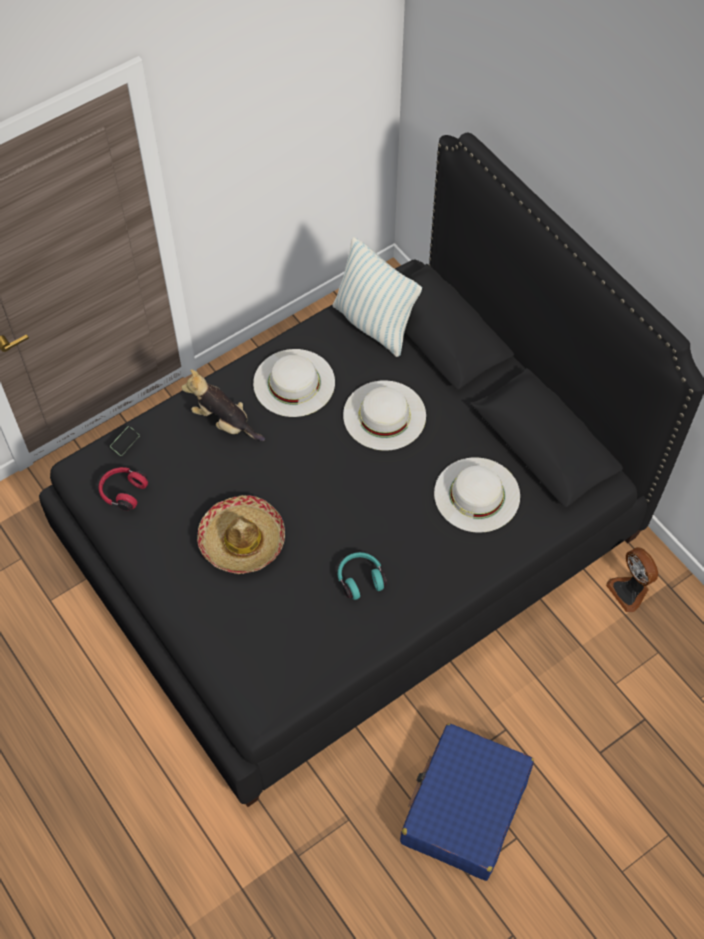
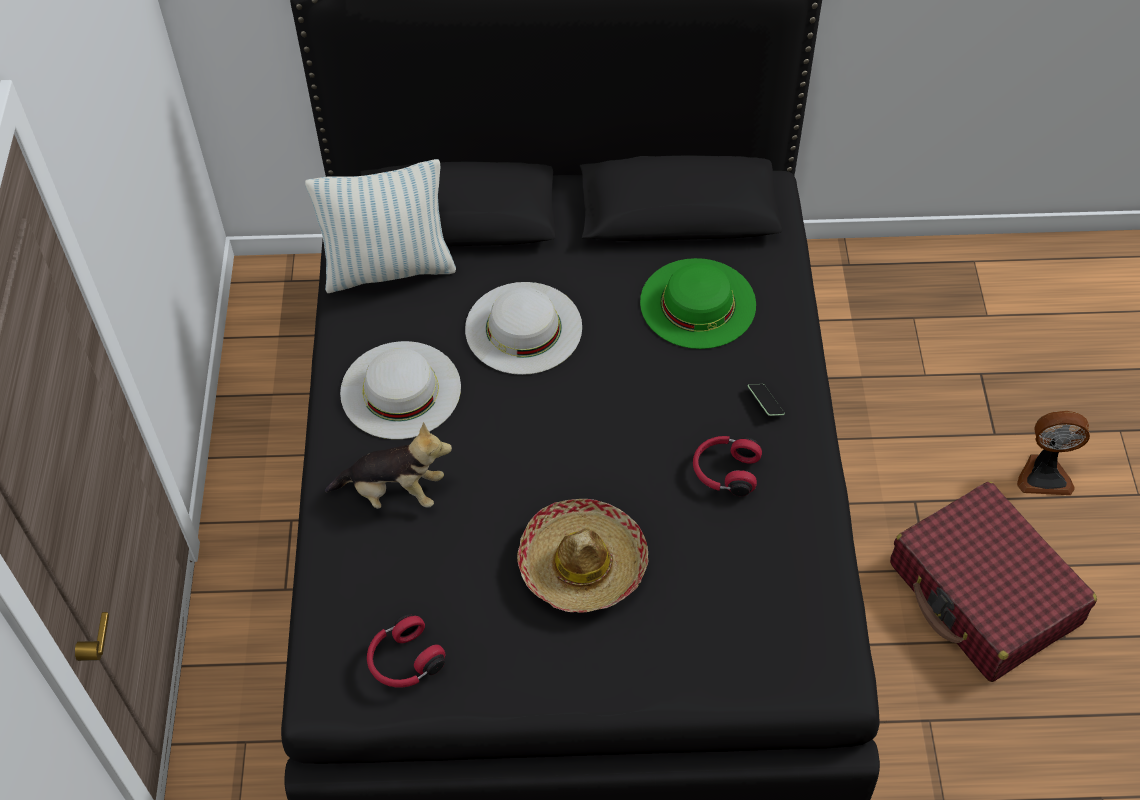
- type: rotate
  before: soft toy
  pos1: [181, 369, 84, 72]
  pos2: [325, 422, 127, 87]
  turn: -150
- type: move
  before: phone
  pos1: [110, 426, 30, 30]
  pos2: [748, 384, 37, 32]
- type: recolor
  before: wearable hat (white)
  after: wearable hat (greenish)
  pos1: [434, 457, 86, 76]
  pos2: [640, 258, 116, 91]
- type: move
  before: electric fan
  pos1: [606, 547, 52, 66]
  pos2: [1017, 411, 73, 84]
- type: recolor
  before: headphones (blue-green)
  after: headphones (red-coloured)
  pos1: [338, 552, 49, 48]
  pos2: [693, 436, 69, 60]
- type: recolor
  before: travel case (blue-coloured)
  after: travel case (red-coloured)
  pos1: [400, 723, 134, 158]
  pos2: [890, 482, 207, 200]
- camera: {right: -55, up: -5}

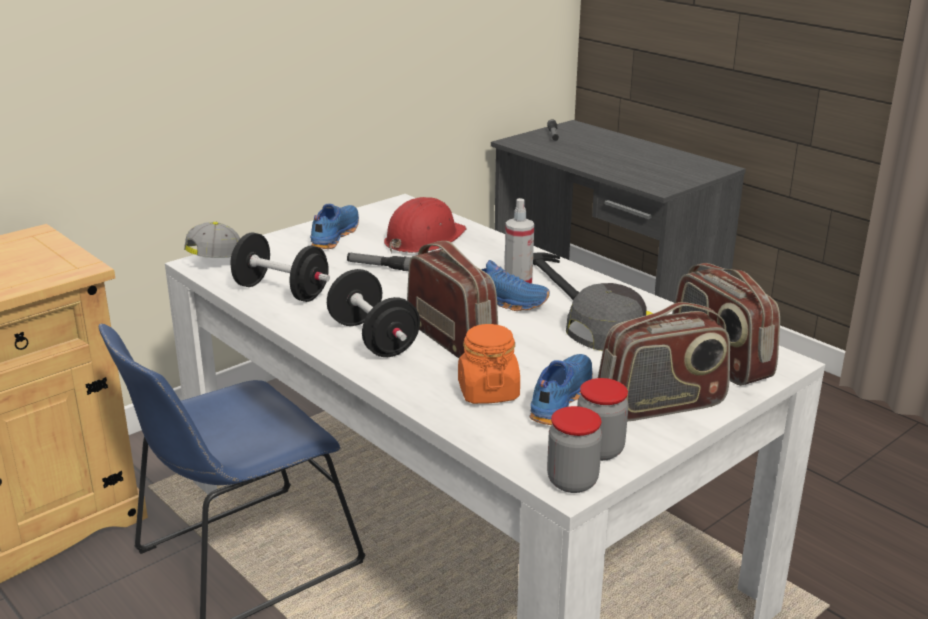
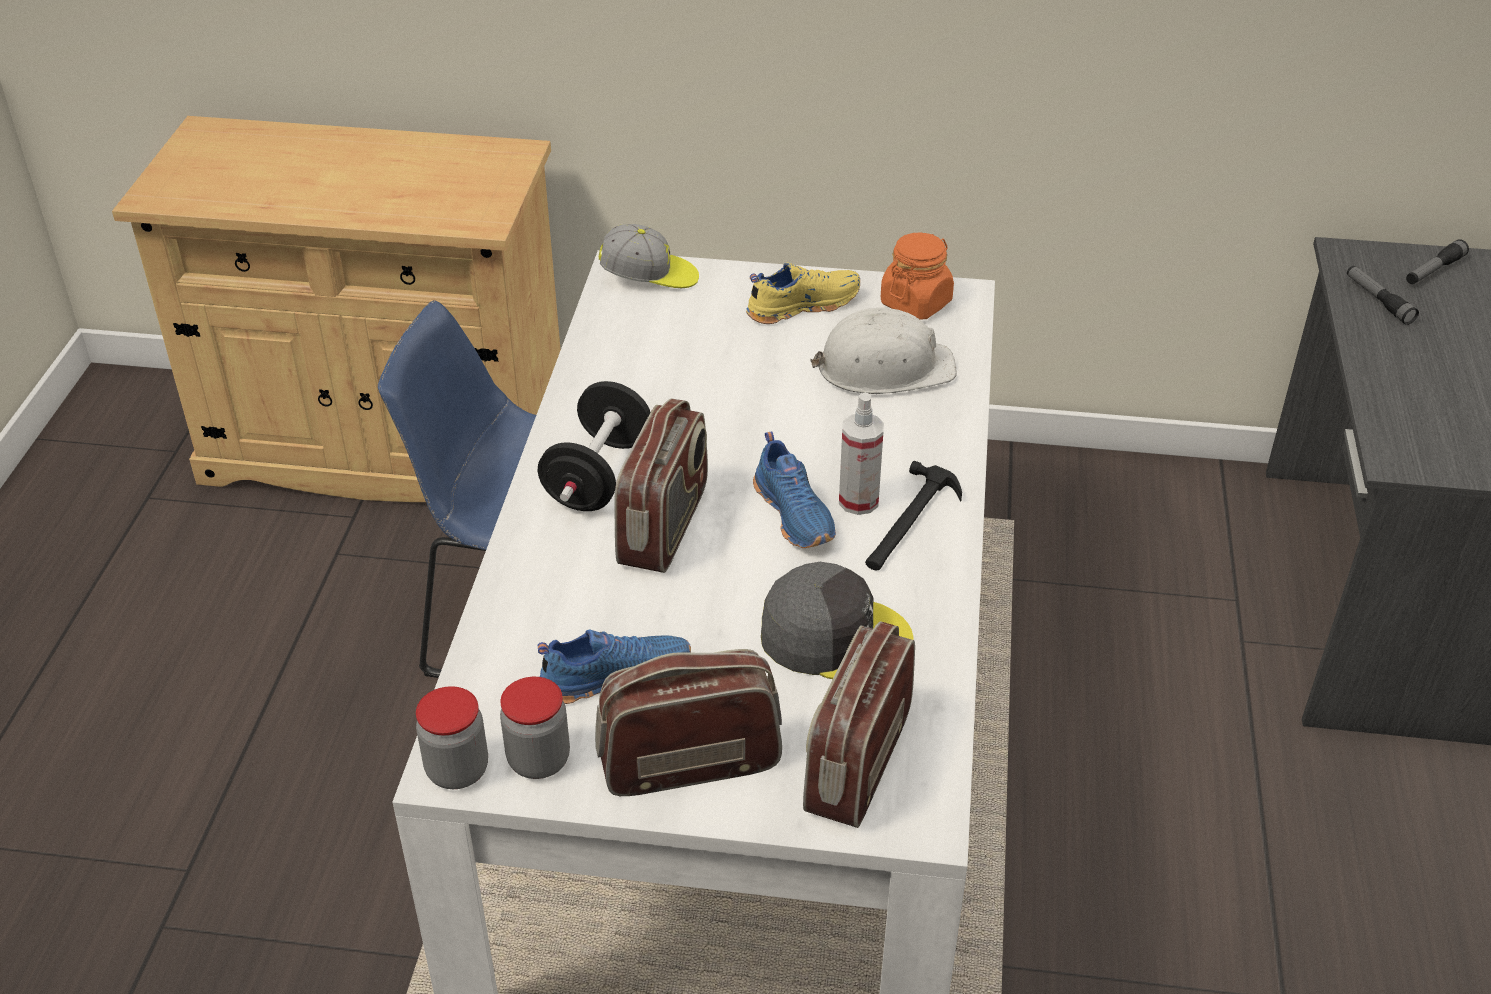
- type: recolor
  before: safety helmet (red-coloured)
  after: safety helmet (white)
  pos1: [384, 197, 83, 56]
  pos2: [811, 308, 146, 86]
- type: recolor
  before: low shoe (blue-coloured)
  after: low shoe (yellowish)
  pos1: [310, 204, 49, 45]
  pos2: [746, 262, 114, 62]
- type: delete
  before: free weight (blackish)
  pos1: [230, 233, 100, 69]
- type: move
  before: torch
  pos1: [347, 253, 64, 18]
  pos2: [1347, 266, 72, 59]
- type: rotate
  before: radio receiver
  pos1: [598, 302, 132, 119]
  pos2: [595, 649, 187, 147]
  turn: 135
- type: move
  before: jar (orangey)
  pos1: [458, 324, 62, 80]
  pos2: [881, 233, 73, 87]
- camera: {right: 50, up: 15}

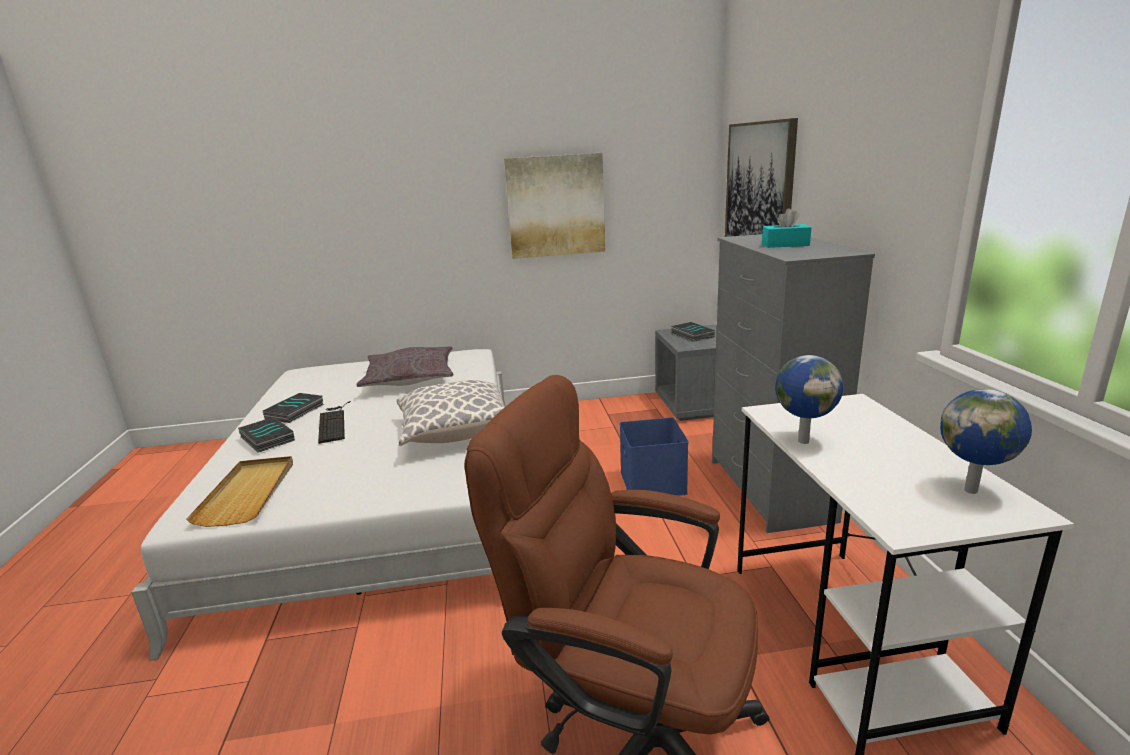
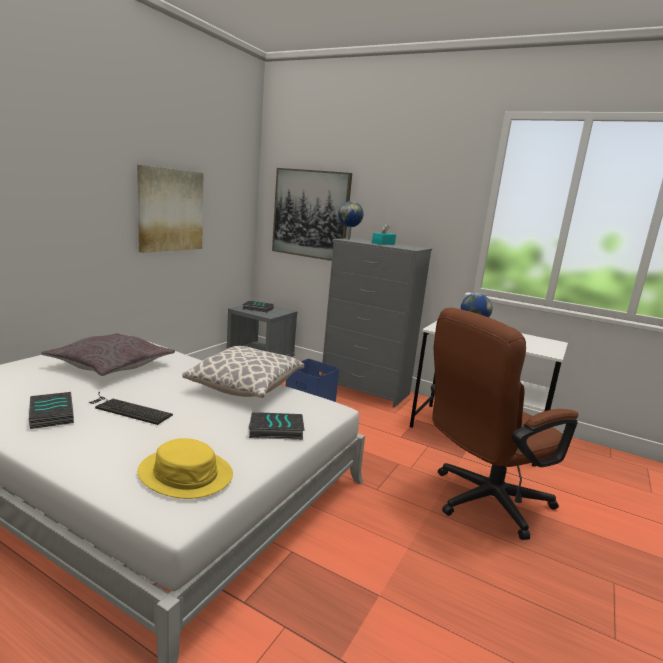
- type: move
  before: globe
  pos1: [940, 389, 92, 105]
  pos2: [338, 201, 25, 38]
- type: move
  before: bound book
  pos1: [238, 417, 57, 36]
  pos2: [248, 412, 57, 28]
- type: replace
  before: serving tray (beige-coloured)
  after: wearable hat (yellowish)
  pos1: [187, 456, 106, 71]
  pos2: [137, 438, 96, 61]
- camera: {right: -55, up: -5}

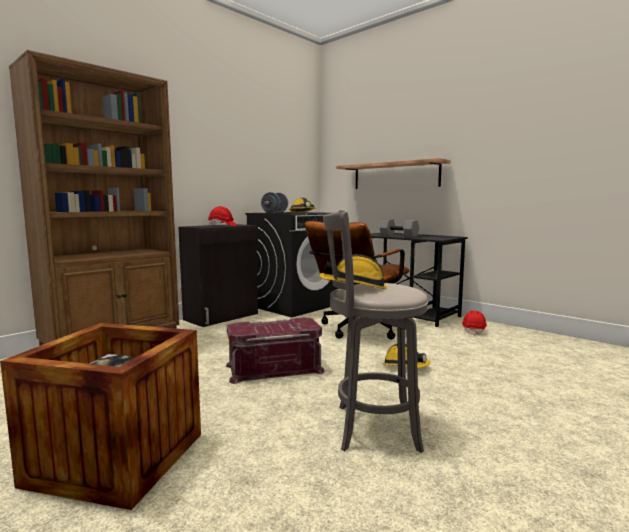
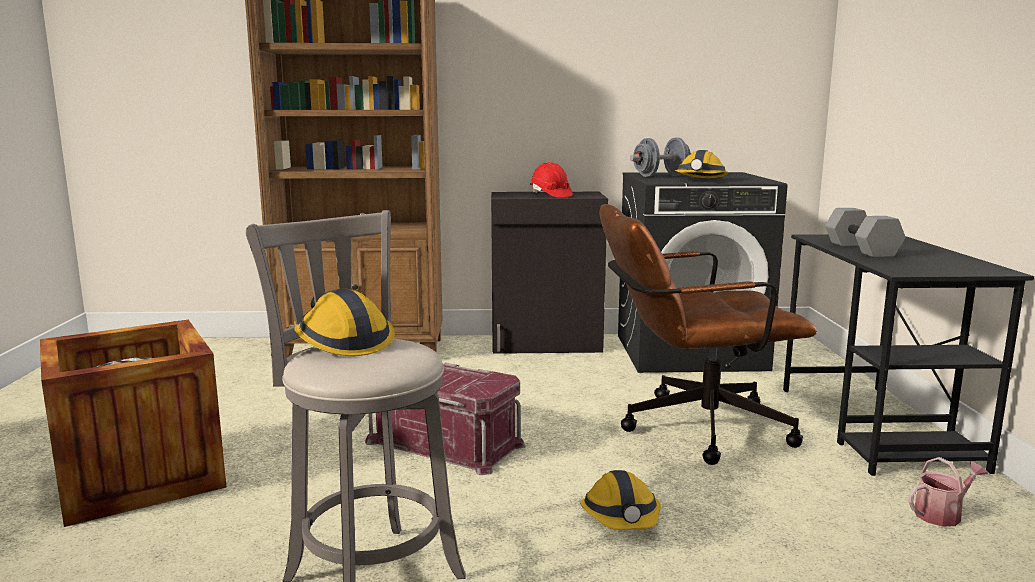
- type: delete
  before: bracket shelf
  pos1: [336, 158, 115, 31]
- type: replace
  before: safety helmet (red-coloured)
  after: watering pot
  pos1: [462, 311, 25, 25]
  pos2: [908, 457, 80, 70]
- camera: {right: 45, up: 5}

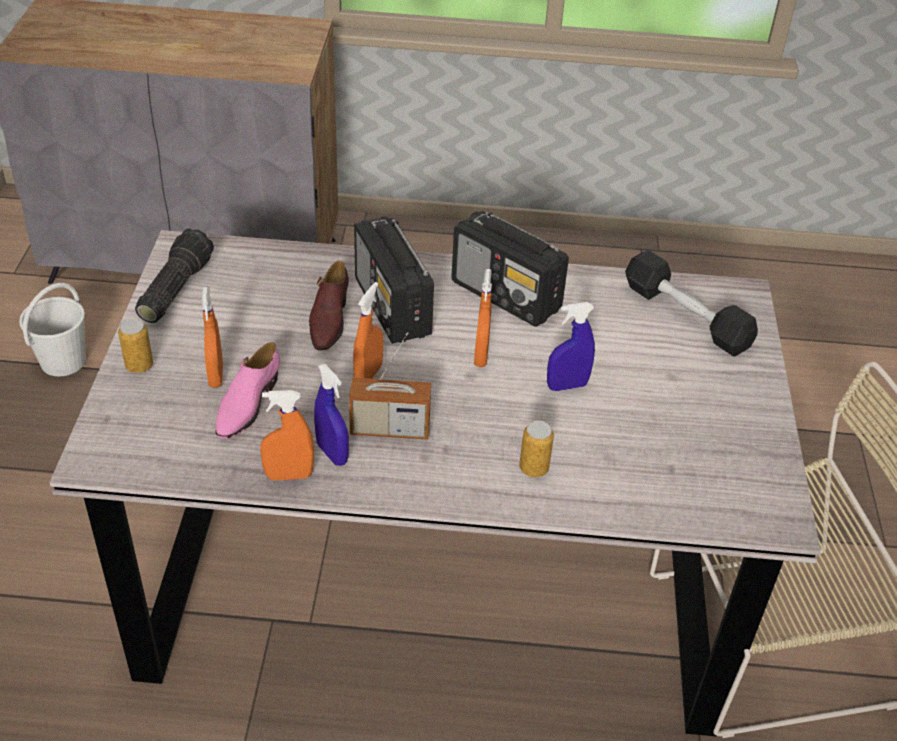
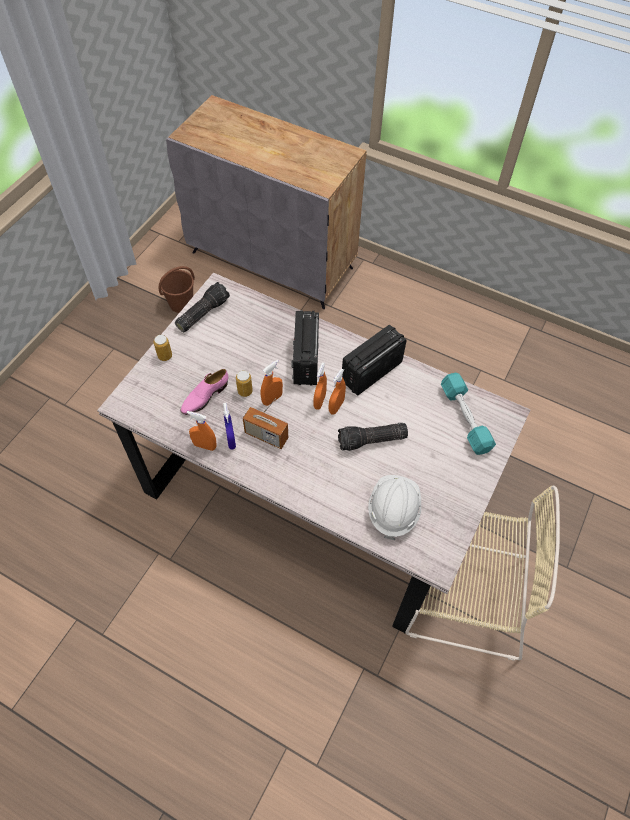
- type: rotate
  before: radio receiver
  pos1: [451, 211, 118, 116]
  pos2: [342, 325, 65, 71]
  turn: 75
- type: recolor
  before: free weight (blackish)
  after: free weight (blue-green)
  pos1: [625, 251, 133, 106]
  pos2: [441, 373, 55, 82]
- type: delete
  before: low shoe (brown-coloured)
  pos1: [309, 260, 40, 90]
- type: recolor
  before: pail (white)
  after: pail (brown-coloured)
  pos1: [19, 283, 67, 93]
  pos2: [158, 266, 37, 47]
- type: move
  before: spray bottle (orangey)
  pos1: [202, 287, 21, 101]
  pos2: [313, 363, 14, 47]
- type: replace
  before: spray bottle (blue-coloured)
  after: torch
  pos1: [547, 302, 48, 89]
  pos2: [338, 423, 70, 28]
- type: move
  before: metal can
  pos1: [519, 421, 35, 56]
  pos2: [236, 370, 17, 27]
- type: insert
  after: safety helmet (white)
  pos2: [368, 475, 53, 65]
- camera: {right: 25, up: 15}

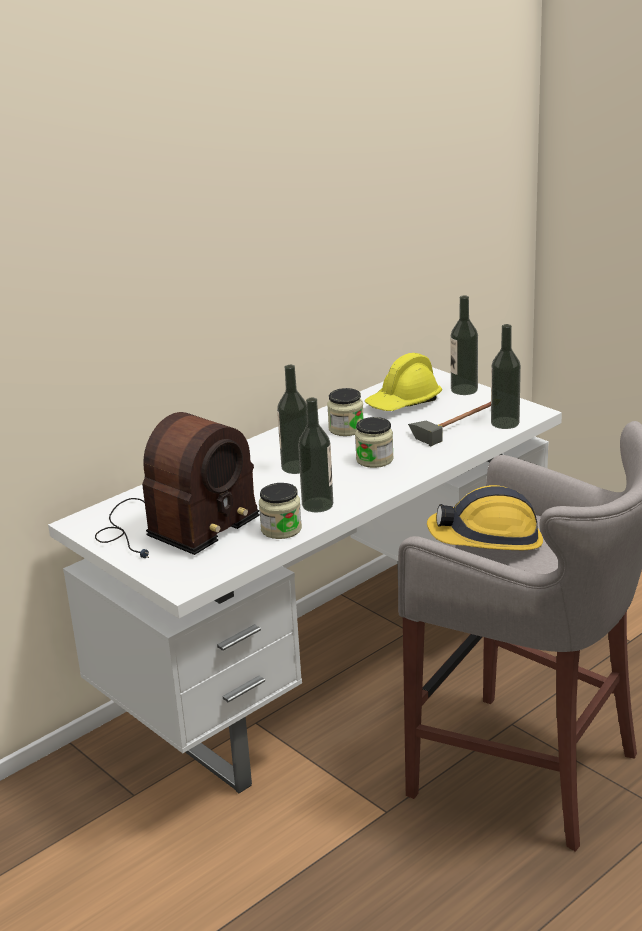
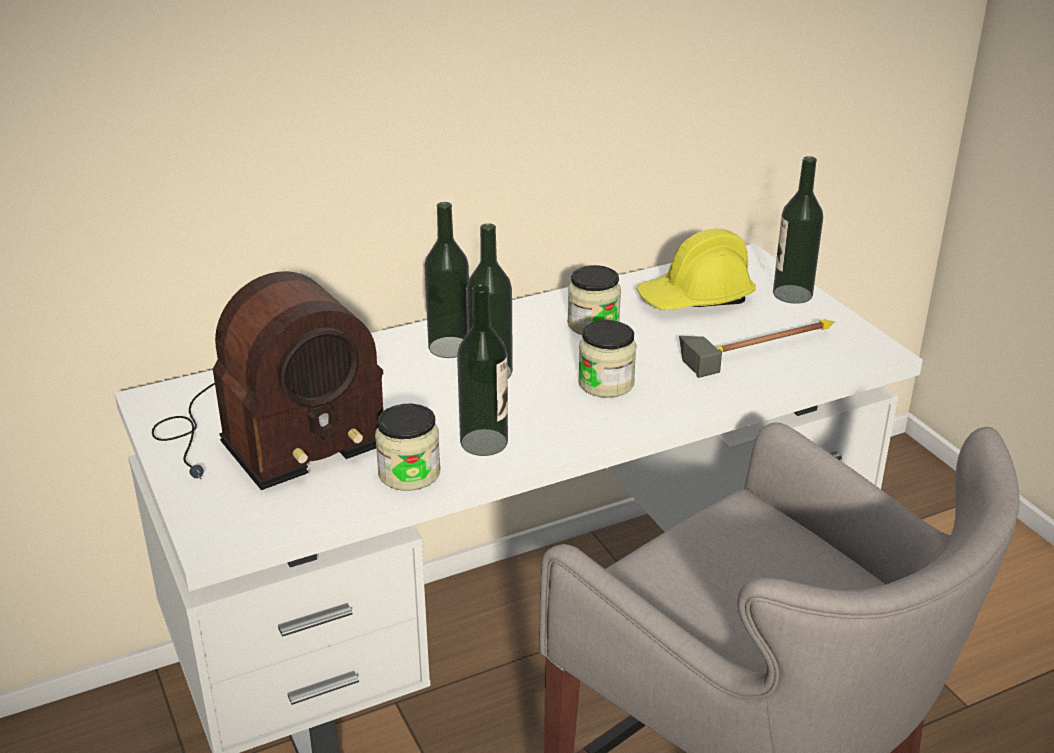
- type: move
  before: bottle
  pos1: [491, 324, 30, 105]
  pos2: [424, 202, 45, 156]
- type: delete
  before: safety helmet
  pos1: [427, 485, 116, 65]
- camera: {right: 15, up: 5}

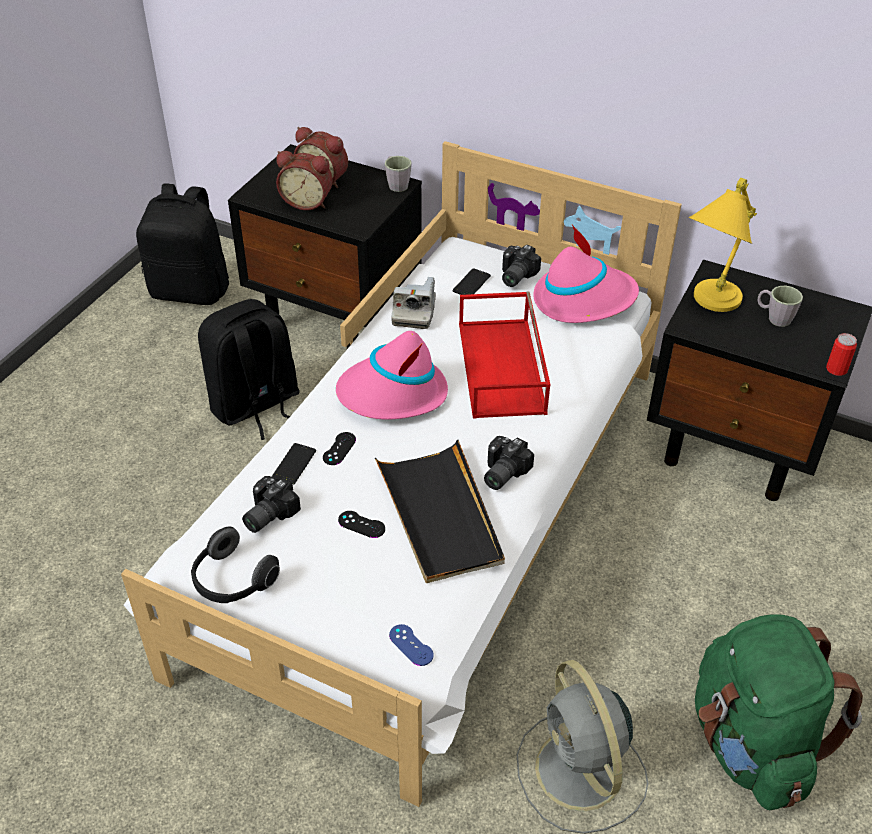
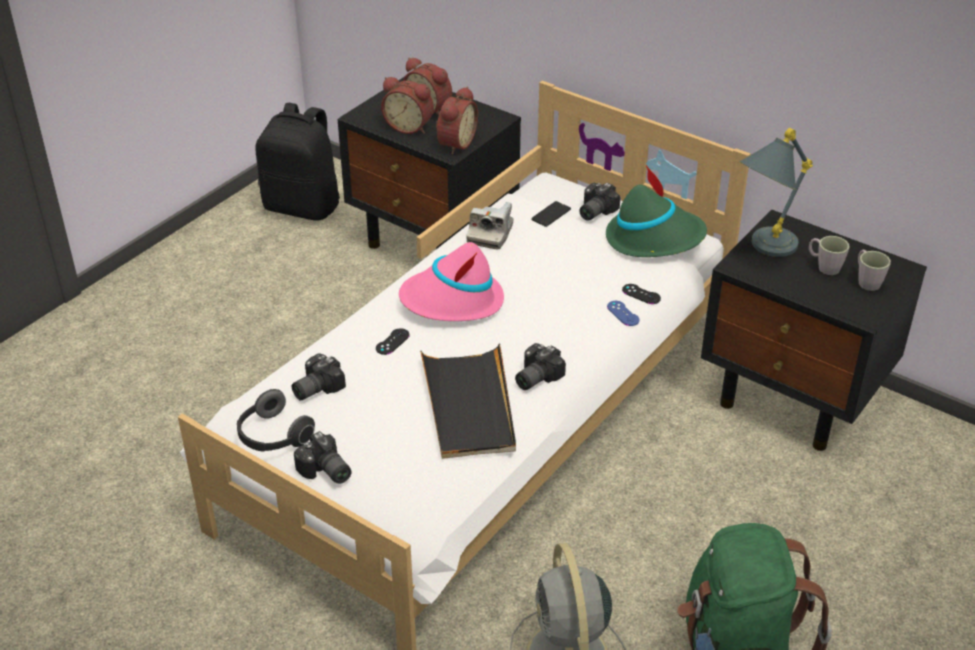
- type: move
  before: tea mug (grey)
  pos1: [385, 156, 27, 36]
  pos2: [858, 250, 33, 41]
- type: recolor
  before: table lamp (yellowish)
  after: table lamp (grey)
  pos1: [689, 178, 68, 134]
  pos2: [739, 128, 74, 129]
- type: recolor
  before: wearable hat (pink)
  after: wearable hat (greenish)
  pos1: [533, 225, 106, 98]
  pos2: [606, 165, 101, 92]
- type: delete
  before: serving tray (red-coloured)
  pos1: [459, 291, 91, 128]
- type: delete
  before: backpack (blackish)
  pos1: [198, 299, 102, 141]
- type: delete
  before: metal can
  pos1: [826, 333, 31, 43]
- type: delete
  before: phone
  pos1: [272, 443, 44, 42]
- type: move
  before: gamepad (blackish)
  pos1: [338, 511, 47, 27]
  pos2: [622, 284, 39, 20]
- type: move
  before: gamepad (blue-coloured)
  pos1: [389, 624, 45, 42]
  pos2: [607, 301, 33, 25]
- type: insert
  after: bedside clock
  pos2: [436, 86, 42, 68]
- type: insert
  after: still camera
  pos2: [294, 431, 57, 53]
- camera: {right: 10, up: -5}

